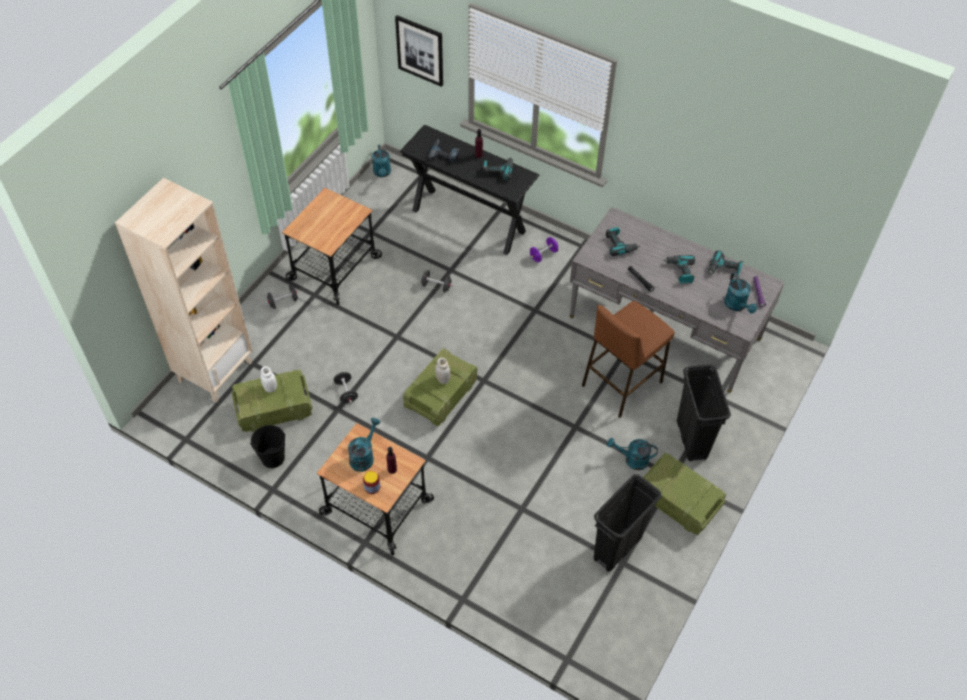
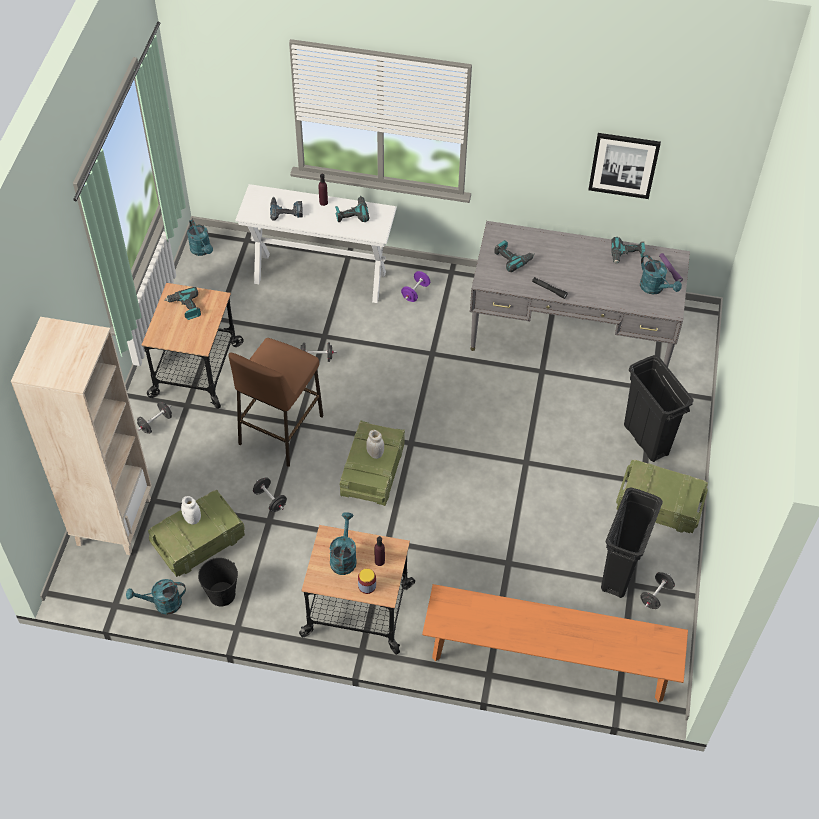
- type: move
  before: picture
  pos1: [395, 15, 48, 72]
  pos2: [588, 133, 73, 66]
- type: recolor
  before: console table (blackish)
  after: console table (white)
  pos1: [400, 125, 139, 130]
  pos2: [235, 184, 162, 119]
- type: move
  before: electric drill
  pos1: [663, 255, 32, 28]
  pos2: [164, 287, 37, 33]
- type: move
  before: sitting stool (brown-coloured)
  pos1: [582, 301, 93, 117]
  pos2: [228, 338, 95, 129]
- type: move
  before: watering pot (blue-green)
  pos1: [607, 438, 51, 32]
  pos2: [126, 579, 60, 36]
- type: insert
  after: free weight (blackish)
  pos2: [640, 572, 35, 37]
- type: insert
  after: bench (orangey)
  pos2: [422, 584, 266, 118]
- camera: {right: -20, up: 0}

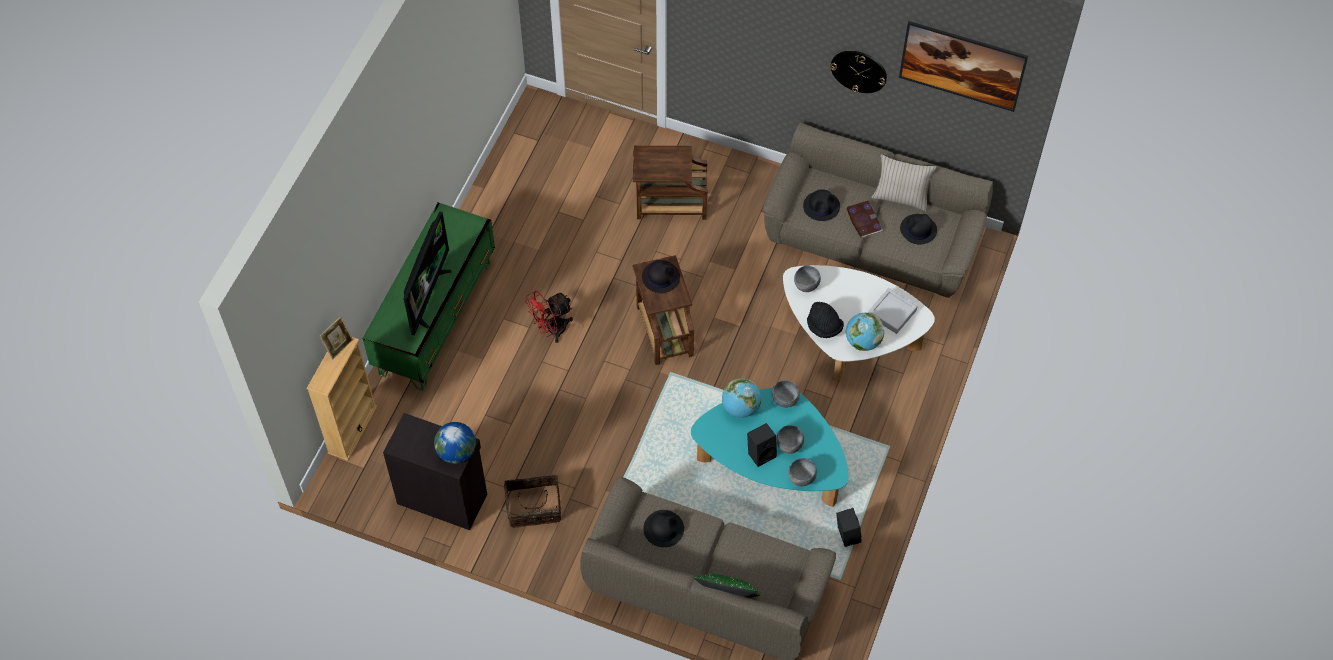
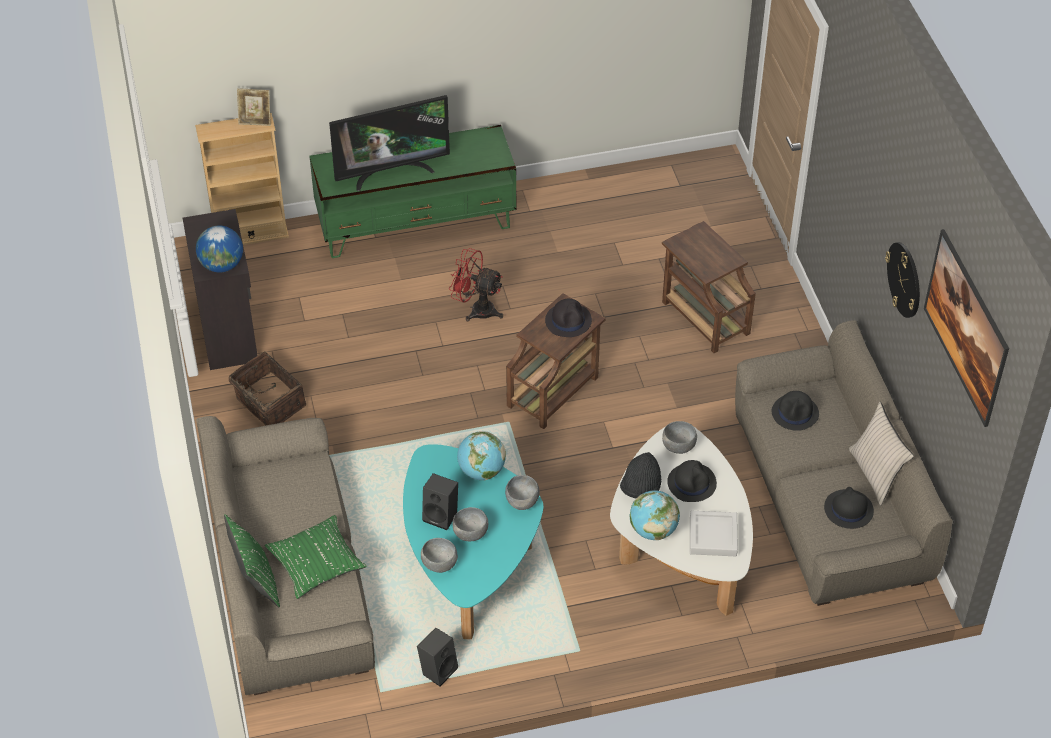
- type: delete
  before: bound book
  pos1: [847, 201, 36, 37]
- type: move
  before: wearable hat (blackish)
  pos1: [643, 510, 41, 37]
  pos2: [667, 460, 50, 42]
- type: insert
  after: cushion (greenish)
  pos2: [265, 515, 102, 84]
- camera: {right: 55, up: -10}

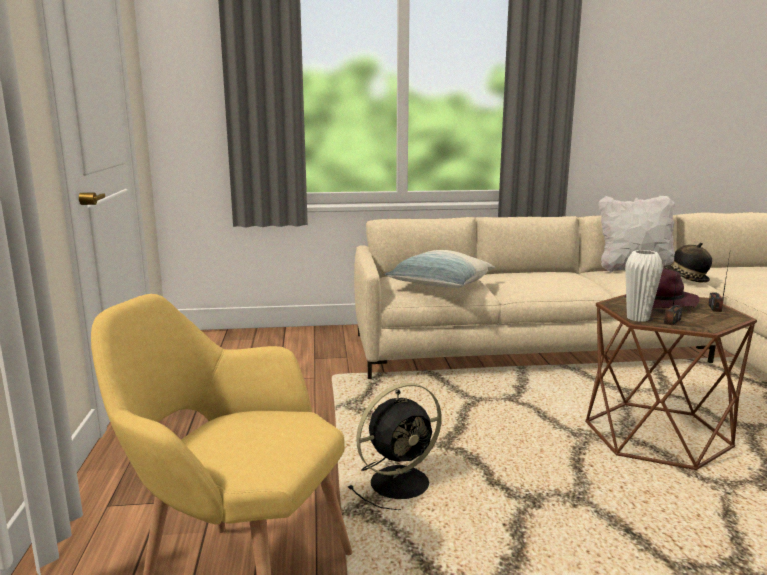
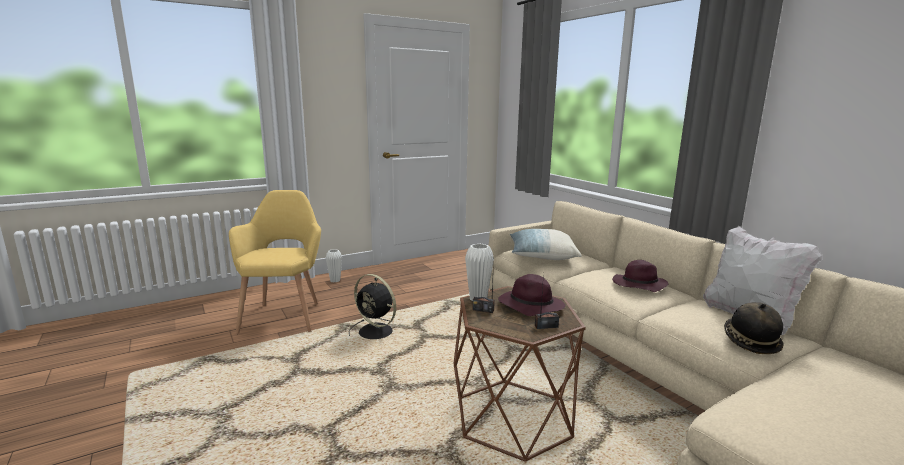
- type: insert
  after: decorative vase (white)
  pos2: [326, 249, 16, 33]
- type: insert
  after: wearable hat (purplish)
  pos2: [612, 260, 57, 32]
- camera: {right: 65, up: 0}

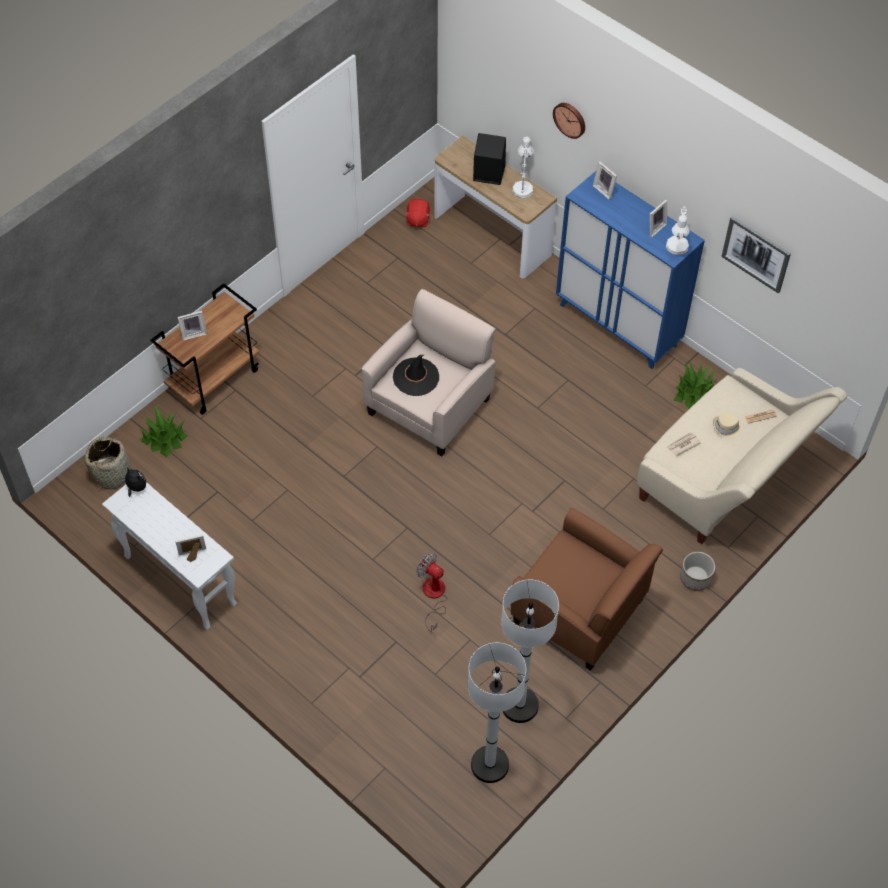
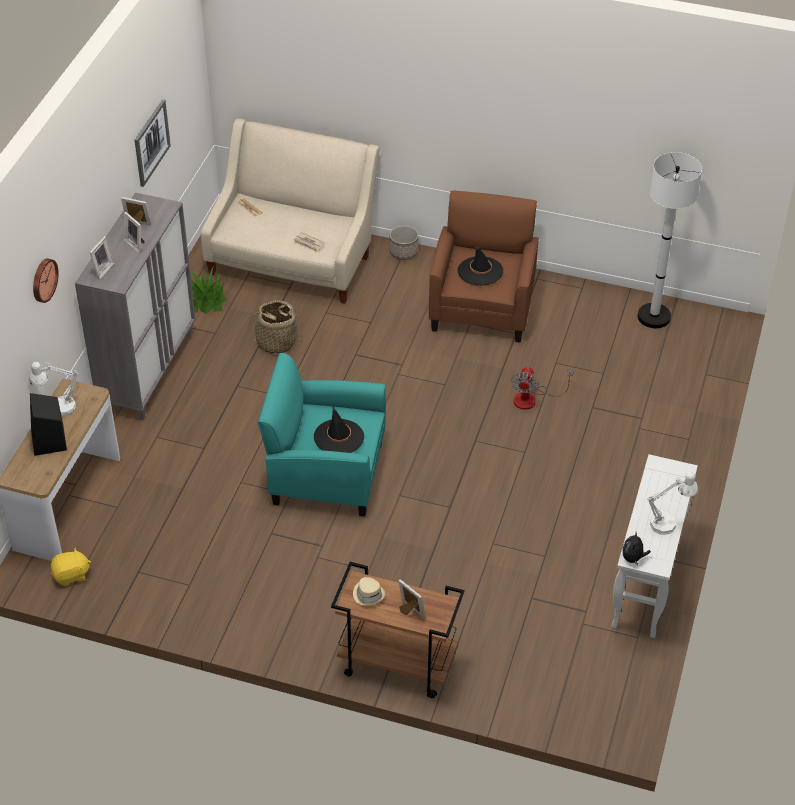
- type: recolor
  before: storage cabinet (blue-coloured)
  after: storage cabinet (grey)
  pos1: [556, 171, 149, 198]
  pos2: [75, 193, 120, 227]
- type: recolor
  before: soft toy (red-coloured)
  after: soft toy (yellowish)
  pos1: [405, 199, 25, 28]
  pos2: [51, 547, 40, 39]
- type: move
  before: table lamp (white)
  pos1: [666, 205, 24, 50]
  pos2: [647, 472, 51, 63]
- type: recolor
  before: armchair (beige-coloured)
  after: armchair (blue-green)
  pos1: [362, 289, 134, 168]
  pos2: [258, 353, 128, 164]
- type: delete
  before: houseplant
  pos1: [139, 406, 49, 52]
- type: move
  before: wearable hat (beige-coloured)
  pos1: [713, 413, 29, 25]
  pos2: [353, 577, 32, 29]
- type: move
  before: storage basket
  pos1: [85, 437, 46, 52]
  pos2: [246, 300, 55, 54]
- type: move
  before: photo frame
  pos1: [175, 534, 31, 28]
  pos2: [124, 212, 21, 41]
- type: delete
  before: standard lamp (white)
  pos1: [501, 580, 58, 143]
- type: insert
  after: wearable hat (blackish)
  pos2: [457, 247, 46, 39]
- camera: {right: -115, up: -10}

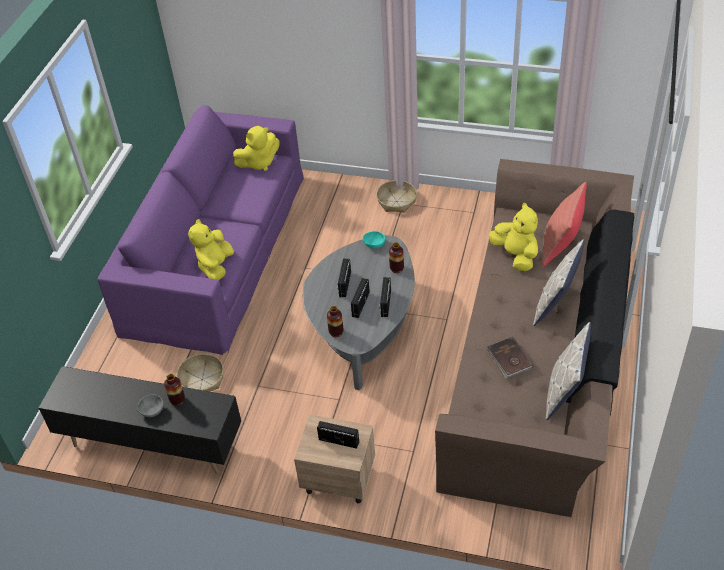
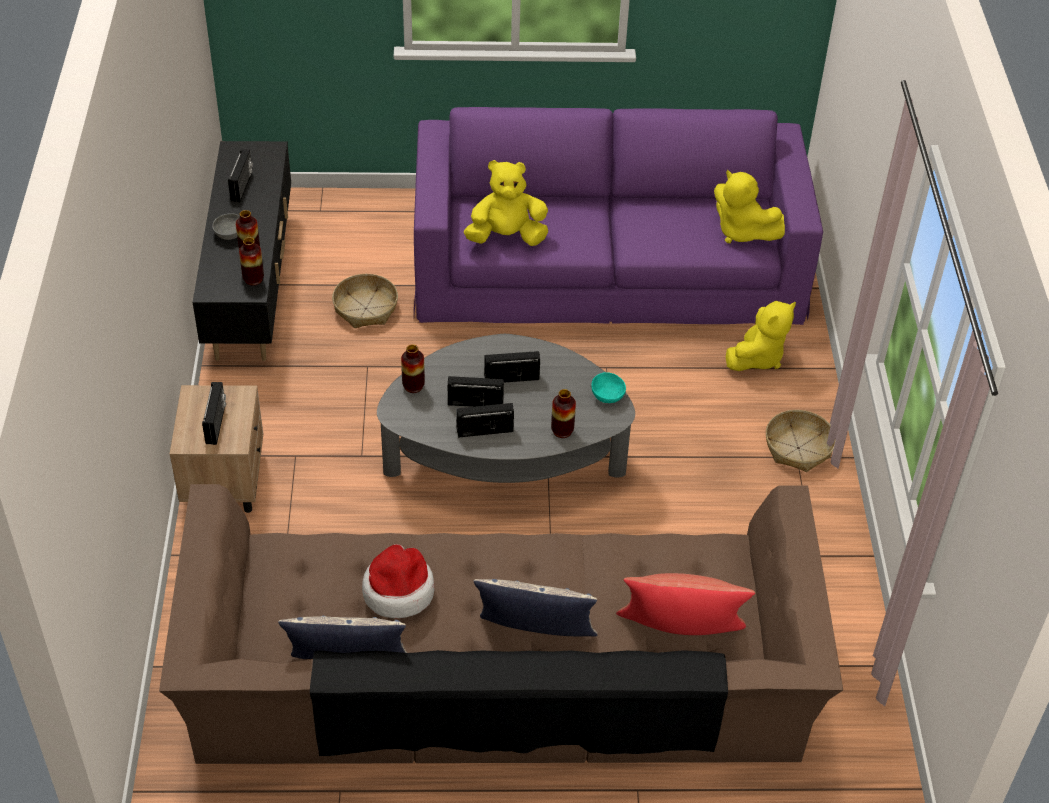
- type: move
  before: soft toy (yellowish)
  pos1: [489, 203, 49, 68]
  pos2: [726, 301, 70, 70]
- type: replace
  before: bound book (brown-coloured)
  after: wearable hat
  pos1: [487, 337, 47, 41]
  pos2: [362, 544, 72, 74]
- type: insert
  after: radio receiver
  pos2: [228, 149, 25, 54]
- type: insert
  after: decorative vase
  pos2: [239, 237, 25, 49]
- camera: {right: 70, up: 0}

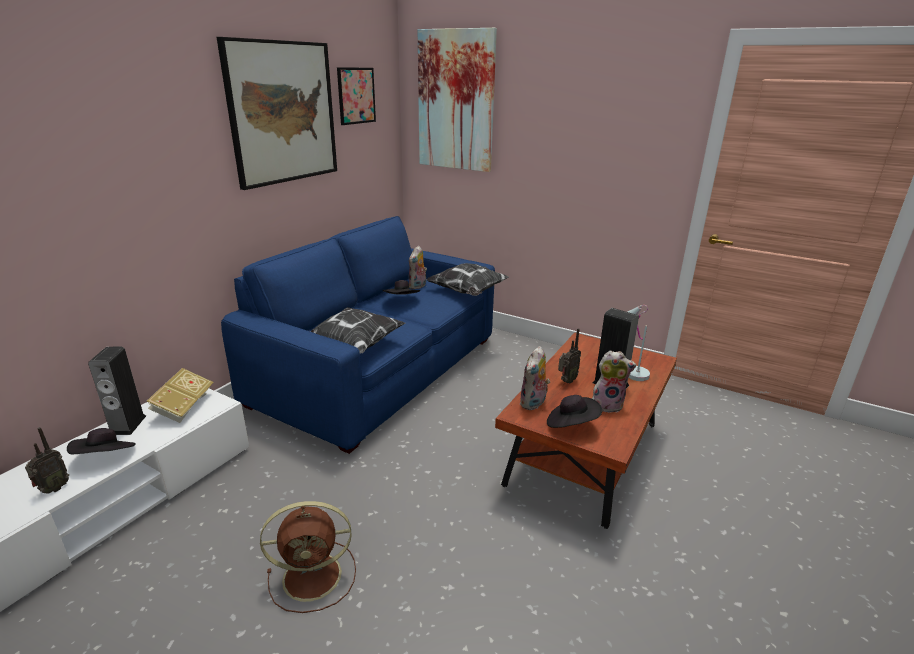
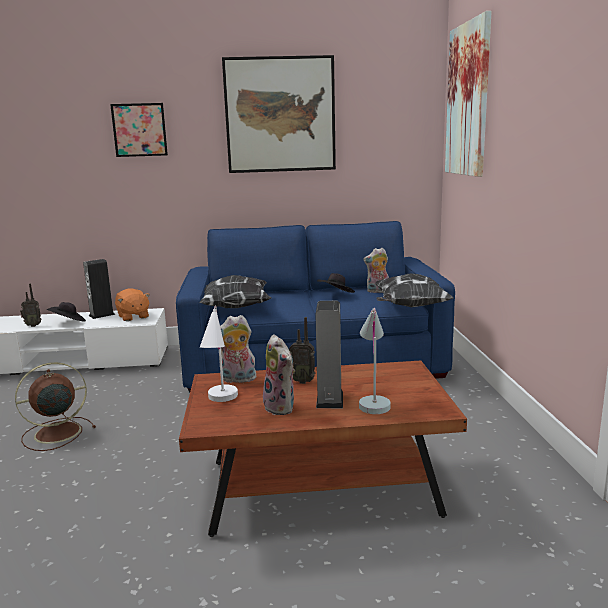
- type: move
  before: picture
  pos1: [337, 67, 39, 58]
  pos2: [110, 103, 58, 54]
- type: replace
  before: bound book
  after: soft toy (orangey)
  pos1: [147, 368, 67, 55]
  pos2: [115, 289, 35, 32]
- type: replace
  before: wearable hat (blackish)
  after: table lamp (white)
  pos1: [547, 395, 55, 33]
  pos2: [200, 305, 38, 97]
- type: rotate
  before: electric fan (brown-coloured)
  pos1: [260, 501, 96, 112]
  pos2: [15, 362, 81, 89]
  turn: 105
- camera: {right: 55, up: -10}

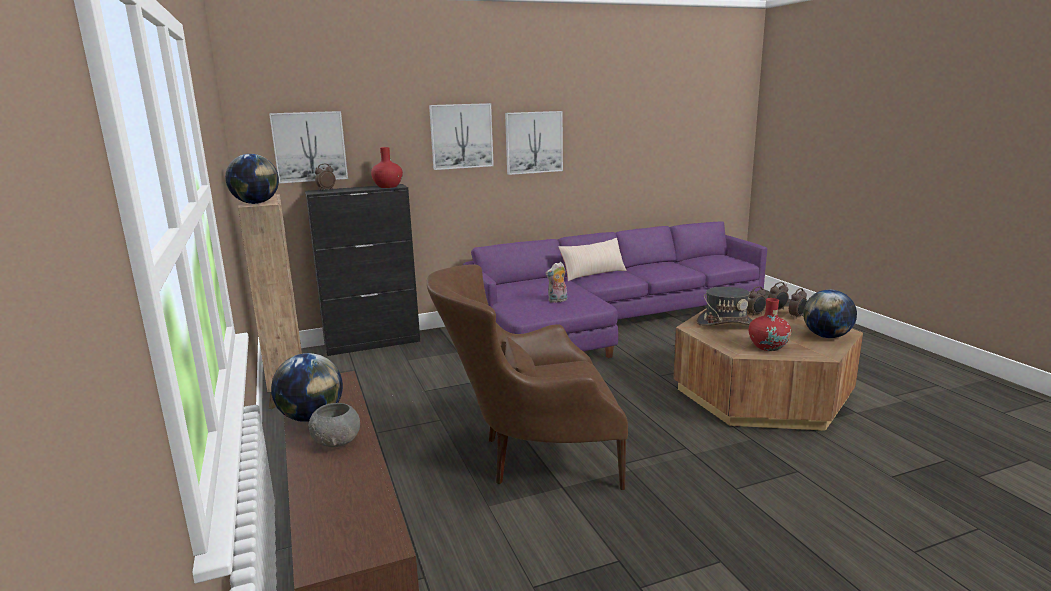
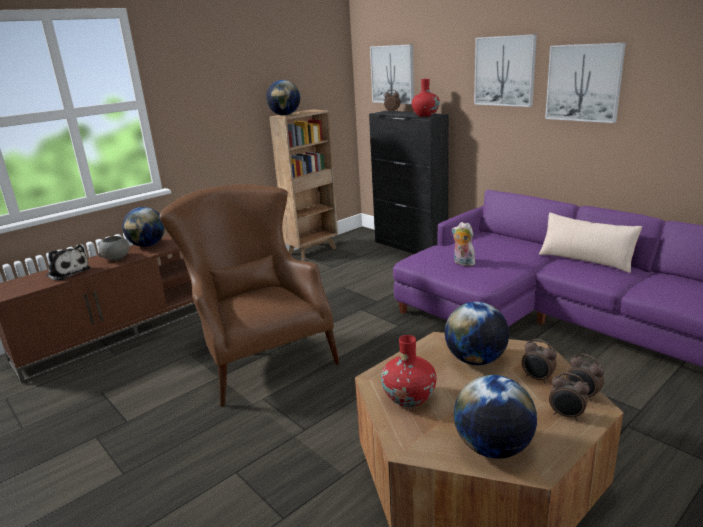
- type: replace
  before: wearable hat (grey)
  after: globe
  pos1: [697, 287, 56, 39]
  pos2: [445, 302, 64, 63]
- type: insert
  after: soft toy
  pos2: [46, 244, 44, 36]
- camera: {right: 70, up: 5}

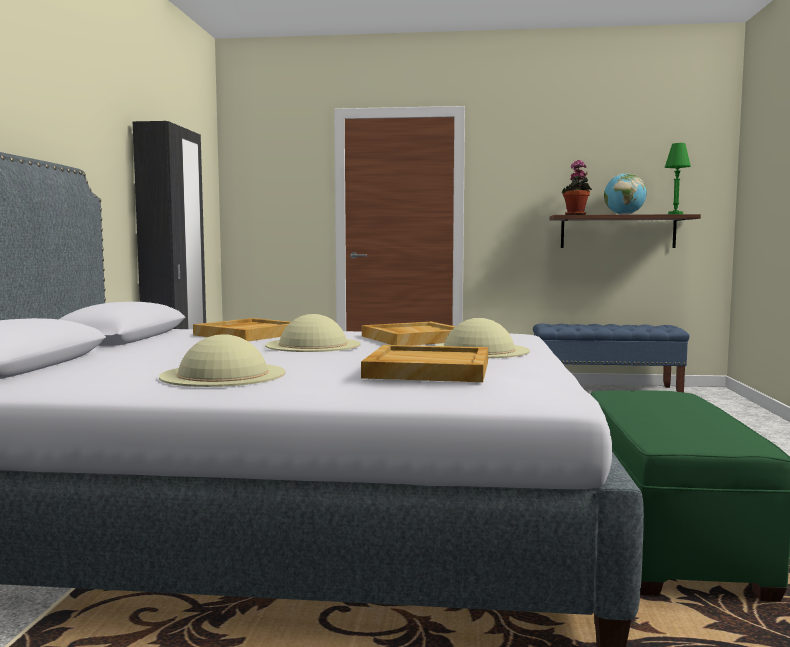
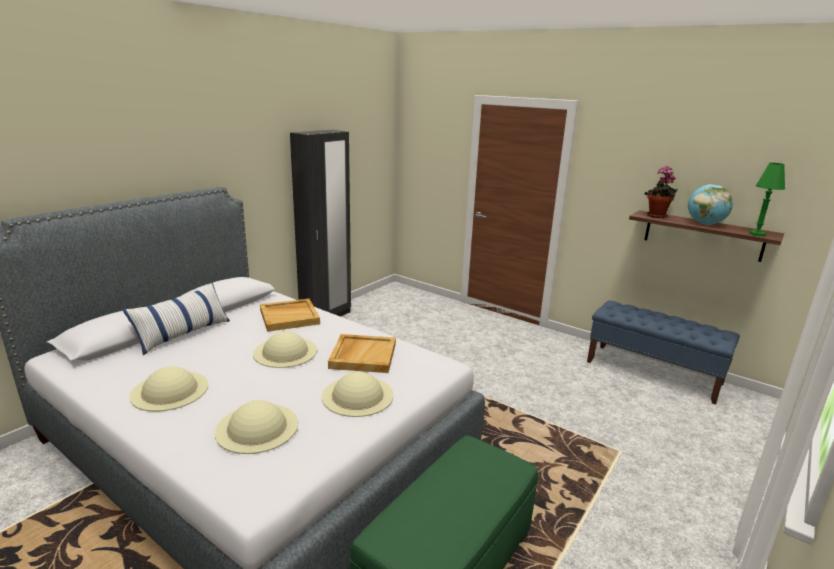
- type: replace
  before: serving tray (beige-coloured)
  after: wearable hat (beige-coloured)
  pos1: [361, 345, 127, 37]
  pos2: [215, 400, 83, 54]
- type: insert
  after: cushion
  pos2: [123, 282, 107, 73]
- camera: {right: 30, up: 15}

